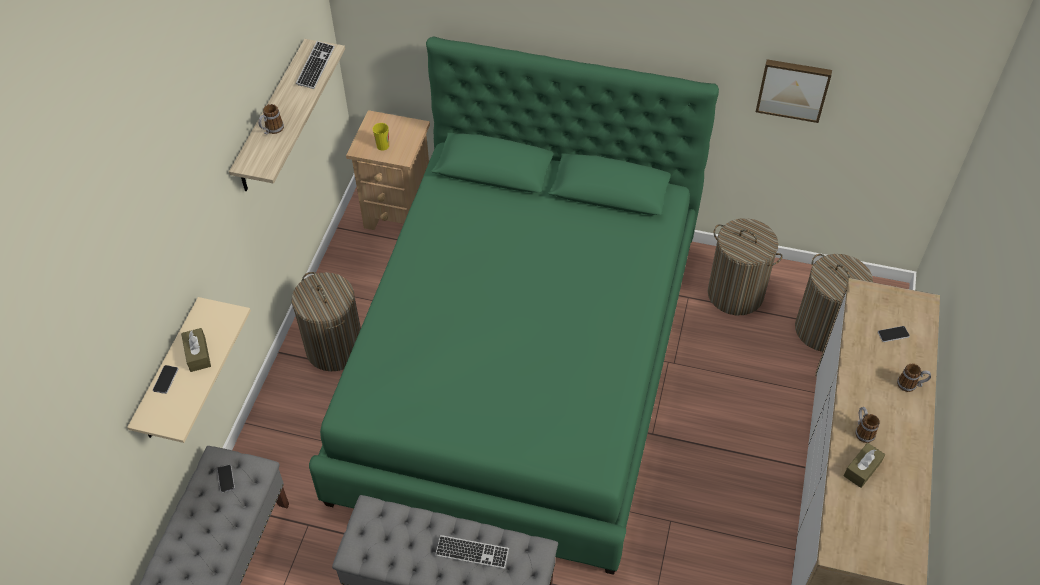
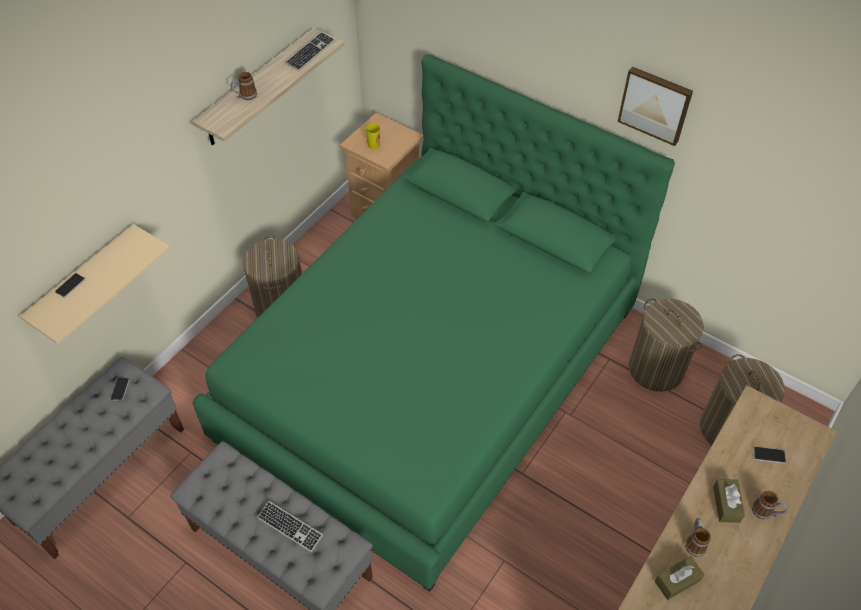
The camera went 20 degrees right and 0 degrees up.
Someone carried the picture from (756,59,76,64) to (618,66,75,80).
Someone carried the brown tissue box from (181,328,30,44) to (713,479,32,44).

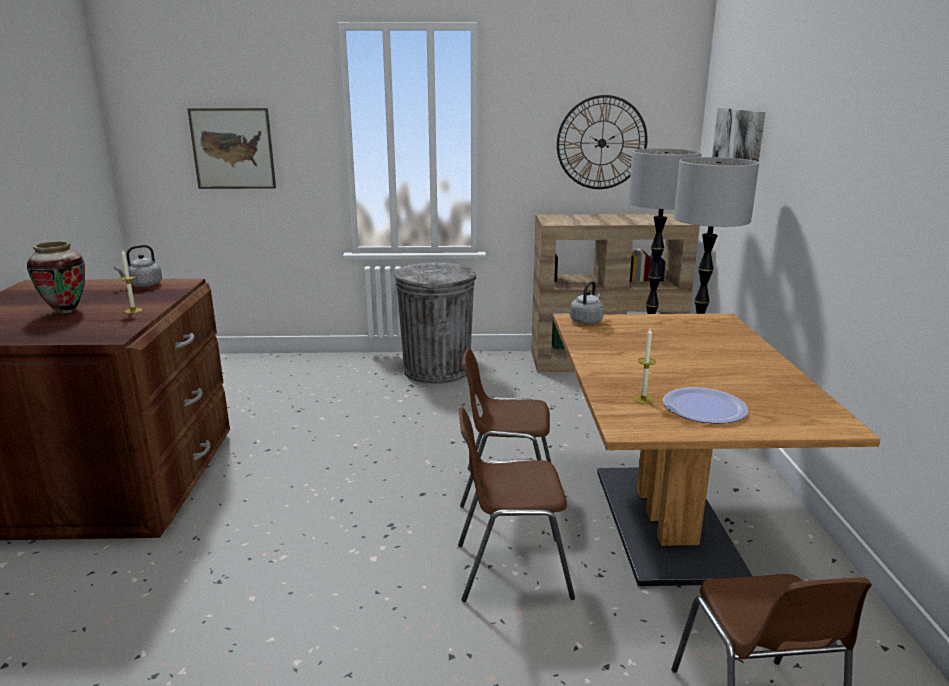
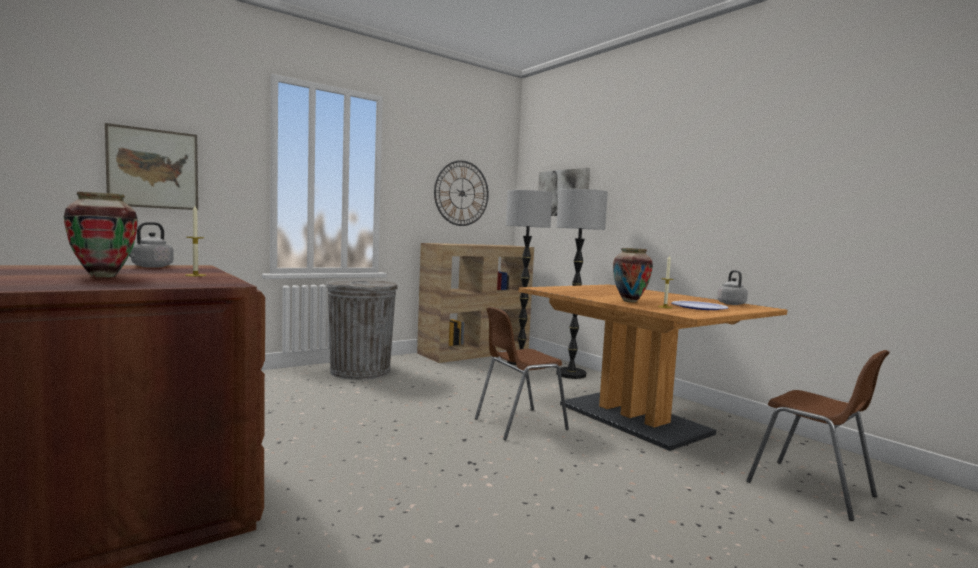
The camera went 35 degrees left and 15 degrees down.
Someone carried the grey kettle from (570,281,34,43) to (717,270,31,35).
Someone took away the brown chair at (458,407,117,195).
Someone put down the vase at (613,248,40,54).

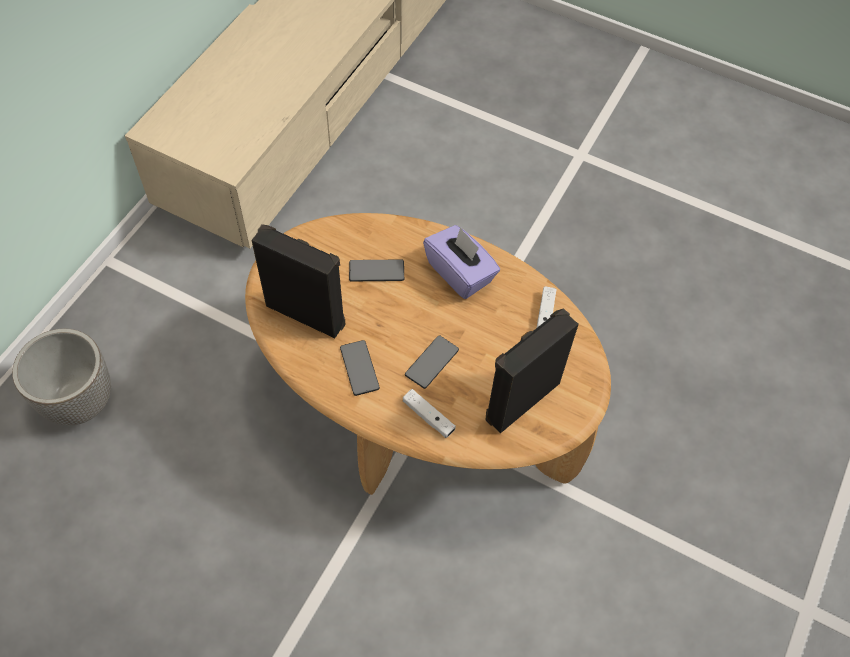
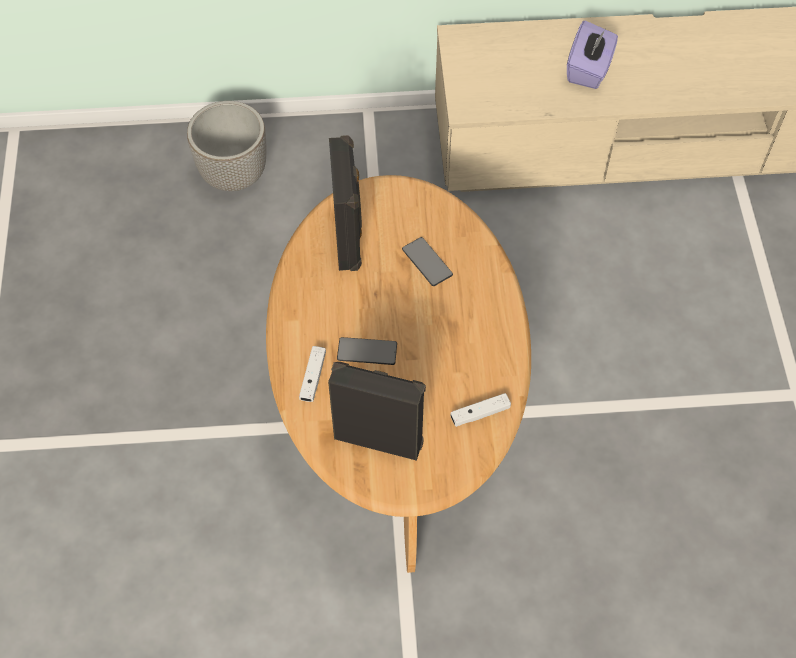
The camera went 60 degrees right and 0 degrees up.
Someone carried the purple tissue box from (423,225,77,74) to (567,21,51,68).
Someone took away the phone at (340,340,40,56).

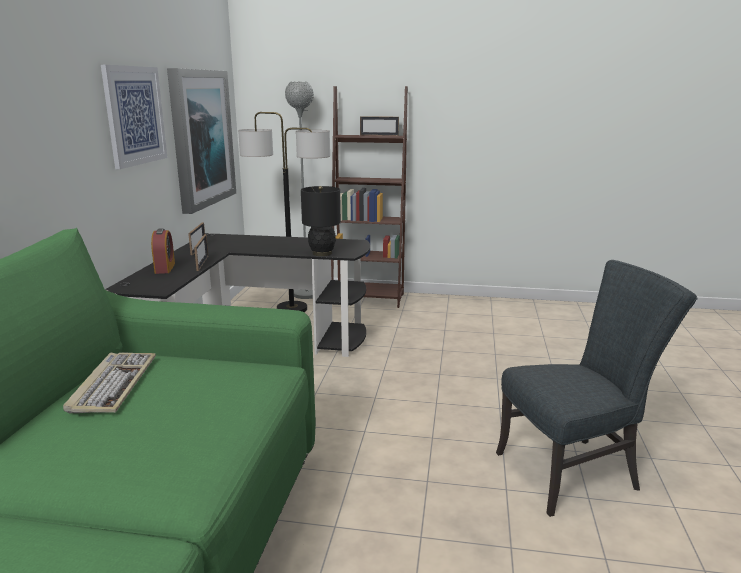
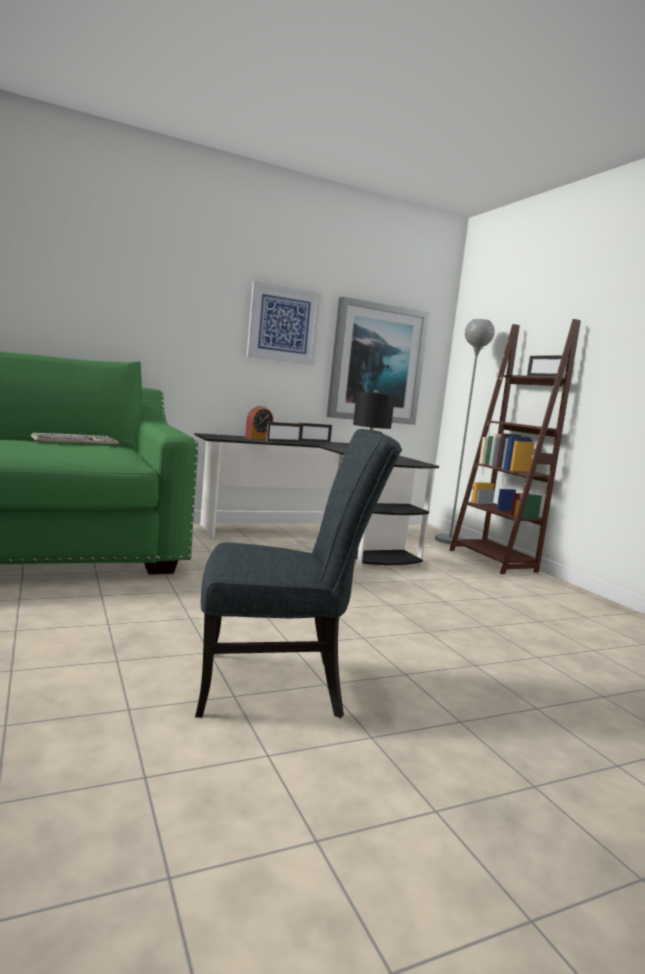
The camera went 55 degrees right and 10 degrees down.
Someone took away the floor lamp at (238,112,92,200).
Someone rotated the grey chair at (496,260,202,257) by 45 degrees counterclockwise.

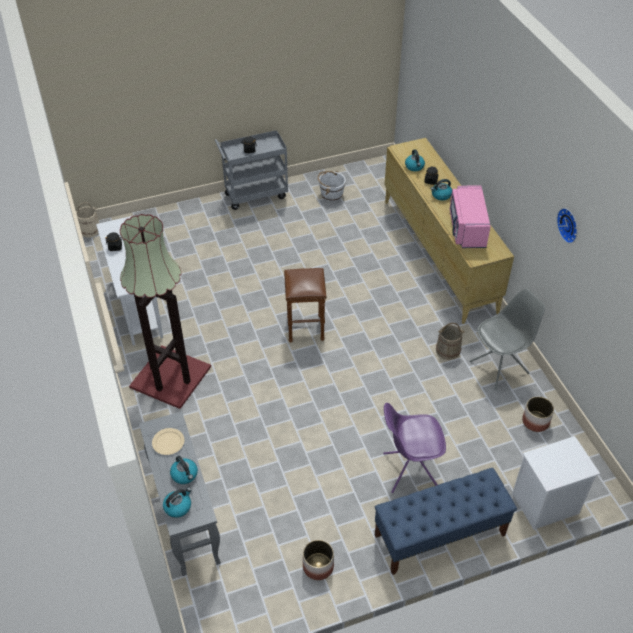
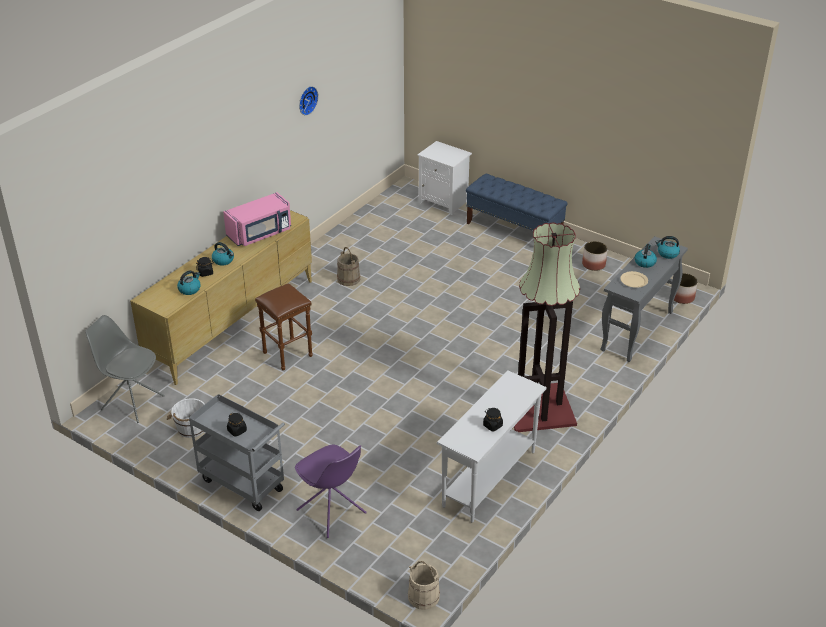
The camera went 125 degrees left and 10 degrees down.
Someone carried the brown stool from (284,268,42,75) to (255,283,58,87).
Someone carried the grey chair from (469,289,76,101) to (85,315,80,108).
Someone carried the planter from (522,396,32,36) to (674,273,24,31).
Someone carried the purple chair from (383,403,63,90) to (295,445,72,93).

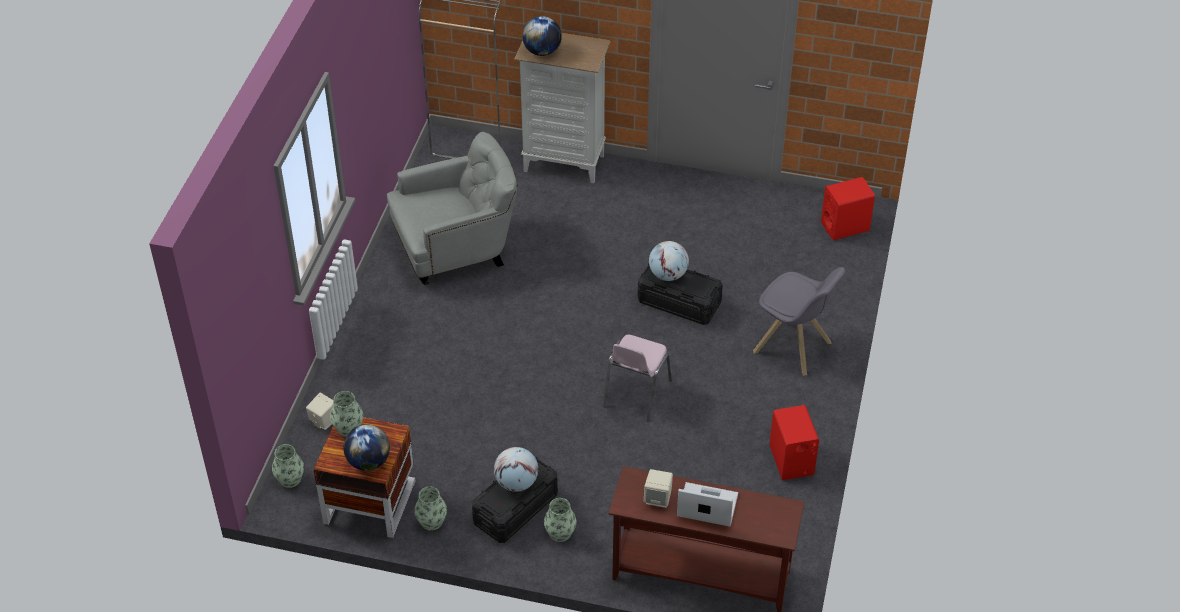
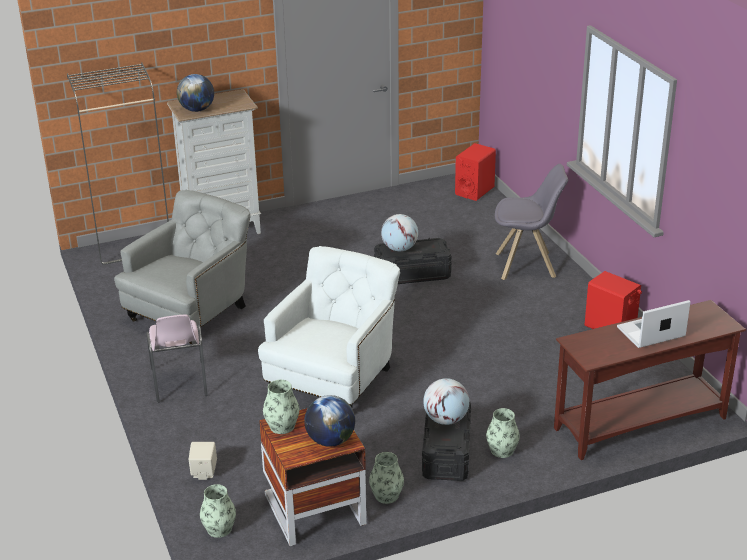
The camera went 35 degrees left and 15 degrees down.
Someone carried the pink chair from (603,335,69,86) to (146,314,62,89).
Someone took away the beige speaker at (644,469,29,39).
Someone put down the white armchair at (258,246,142,161).

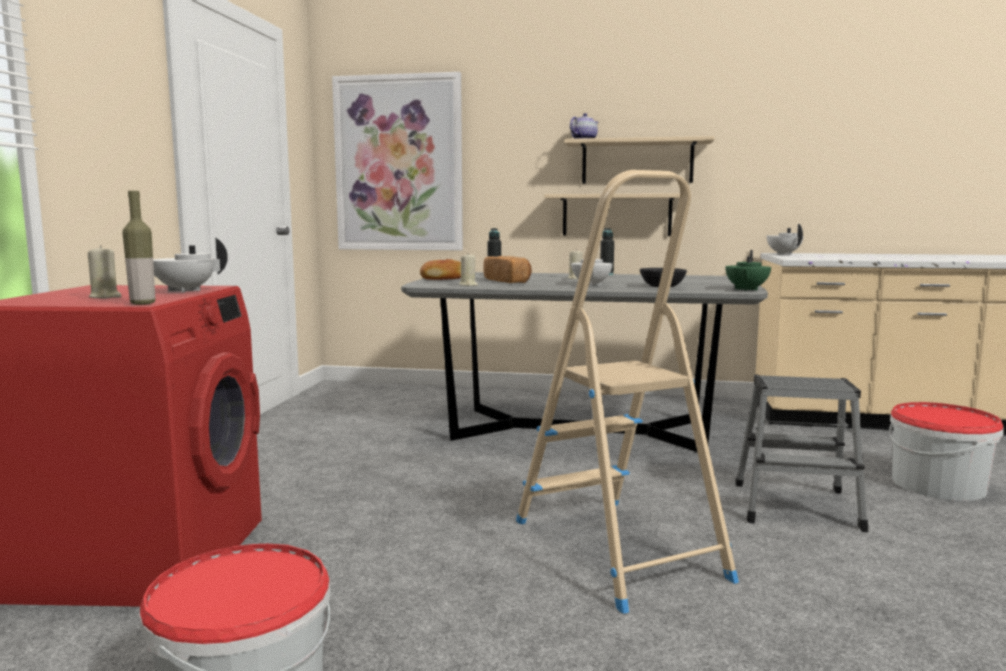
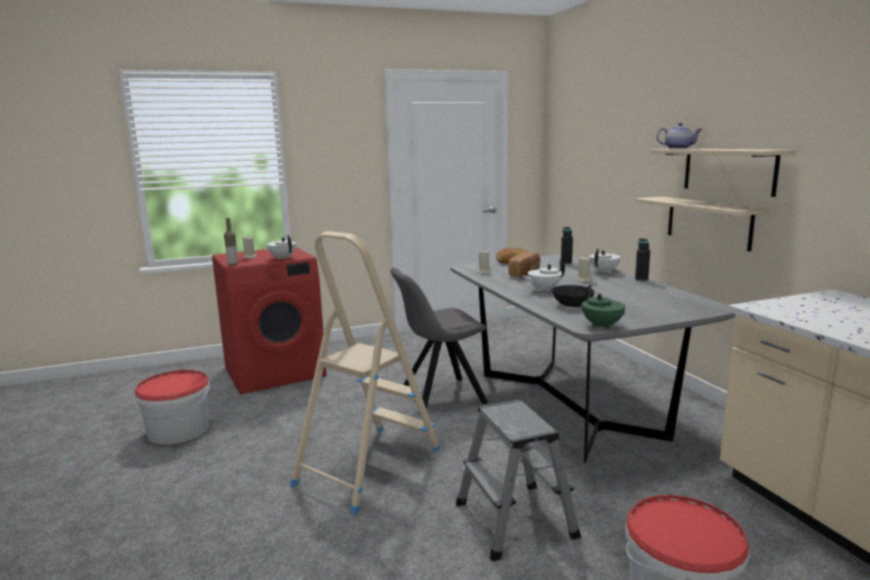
The camera went 60 degrees right and 5 degrees up.
Someone took away the picture at (332,72,131,178).
Someone carried the white teapot from (767,224,37,31) to (589,248,32,25).
Someone rotated the green teapot at (725,250,46,41) by 105 degrees counterclockwise.
Someone put down the grey chair at (390,267,98,148).

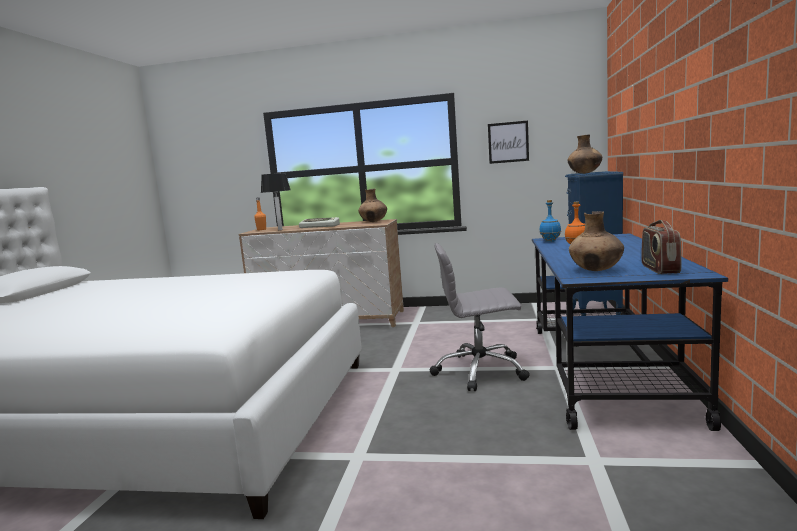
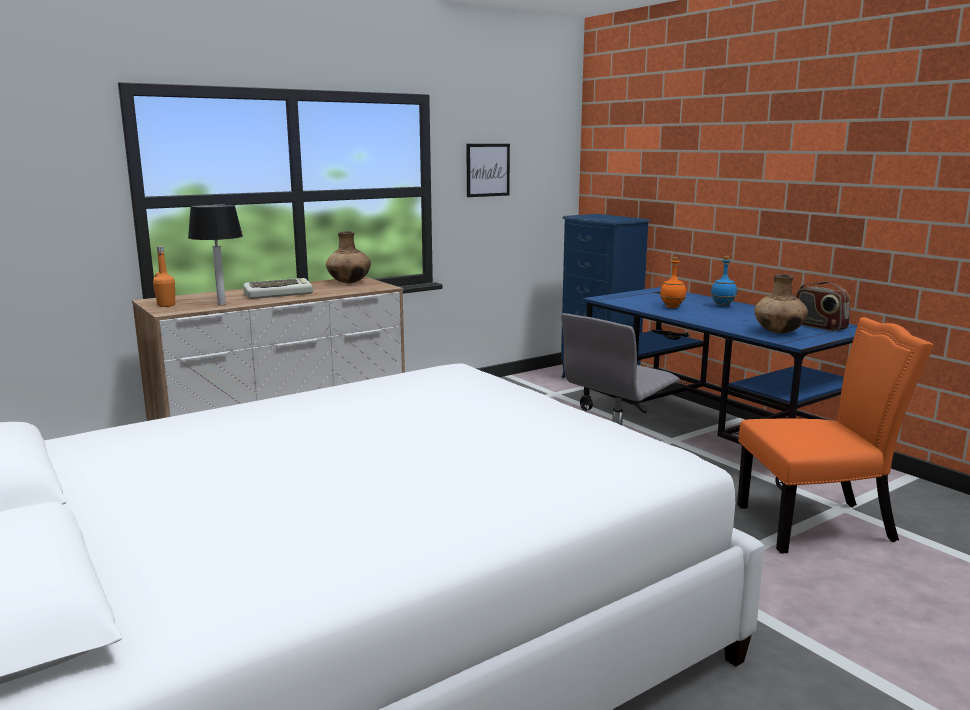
The camera went 45 degrees left and 5 degrees up.
Someone took away the brown vase at (568,135,34,39).
Someone carried the blue bottle from (540,200,21,42) to (711,256,26,51).
Someone put down the orange chair at (737,317,197,236).

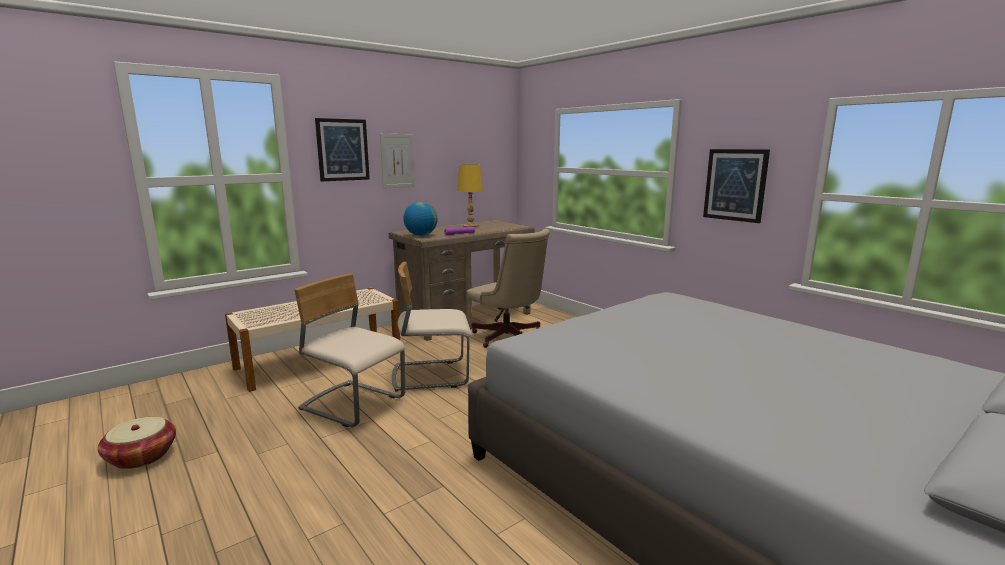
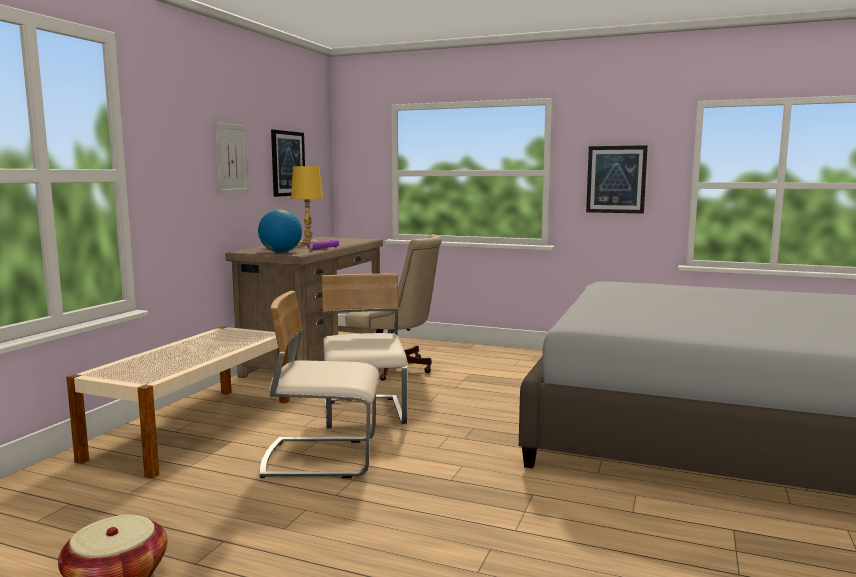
The camera went 30 degrees left and 5 degrees down.
Someone carried the picture from (315,118,55,63) to (271,130,34,67).
Someone rotated the beige chair at (392,262,80,130) by 120 degrees clockwise.

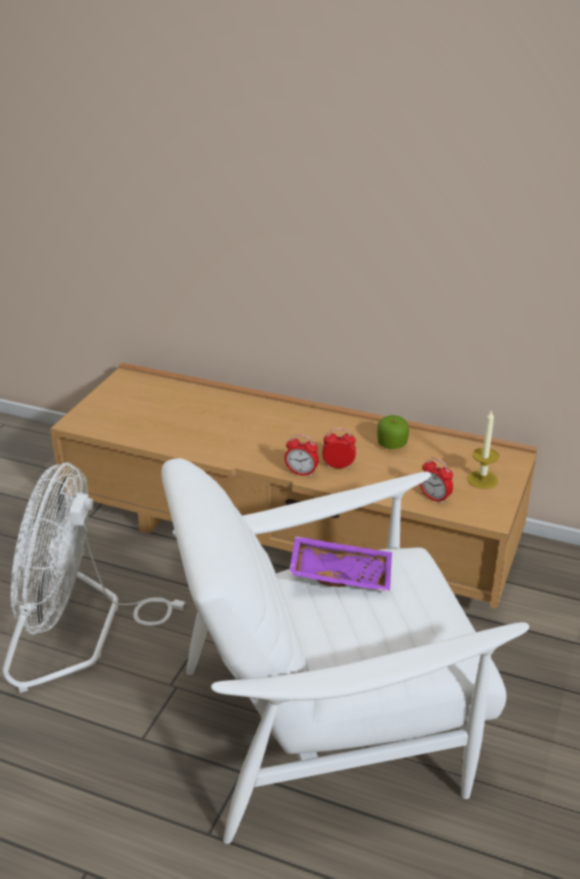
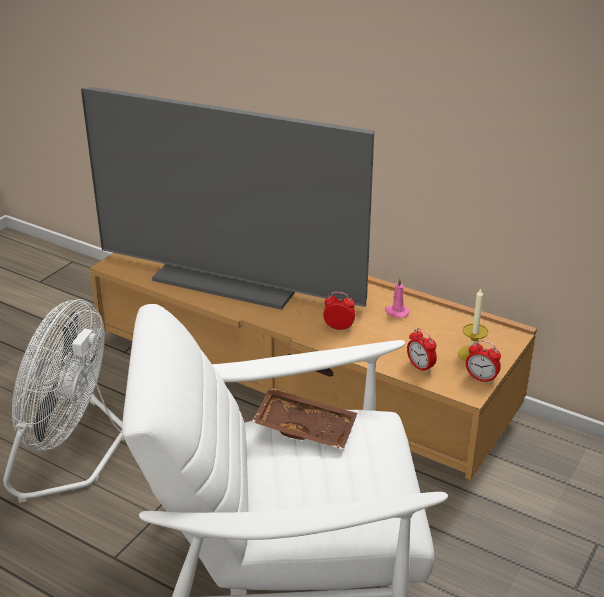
The camera went 10 degrees right and 0 degrees up.
Someone swapped the apple at (377,415,32,34) for the pink candle at (385,278,24,40).
Someone carried the alarm clock from (285,434,34,43) to (466,340,35,44).
Someone repainted the purple tray at (289,536,103,56), which became the brown tray at (252,388,105,62).
Someone put down the television at (81,87,293,223).

